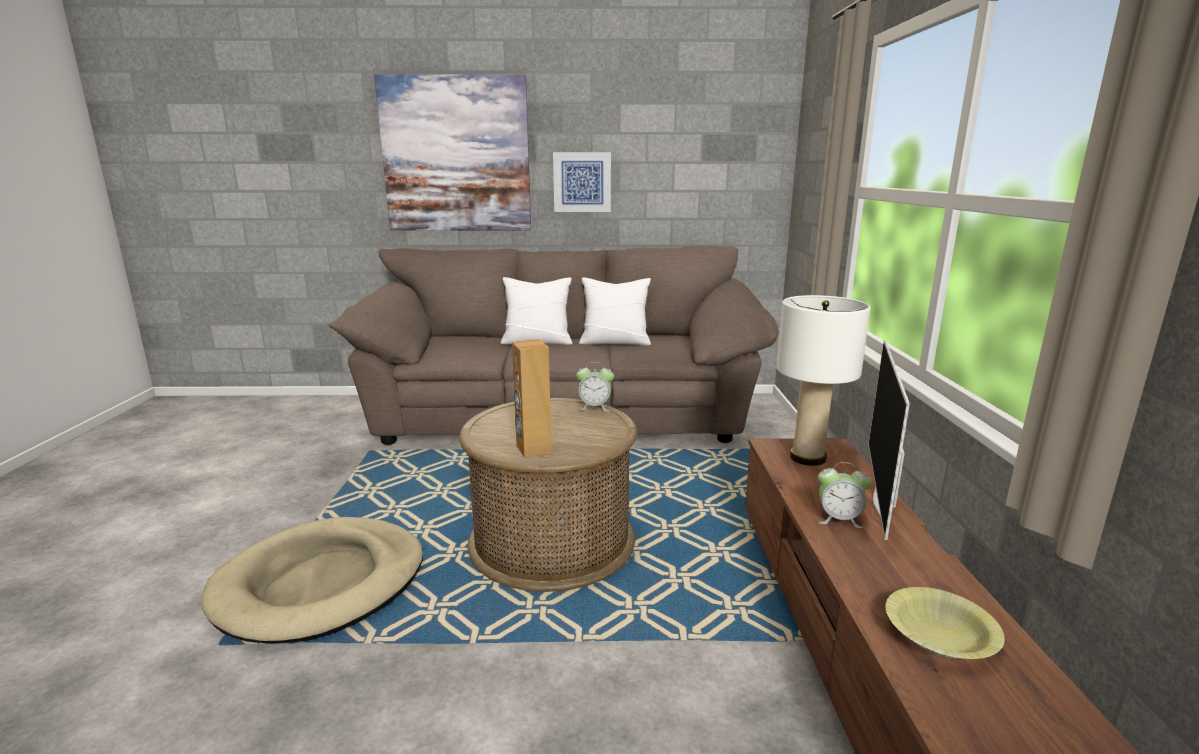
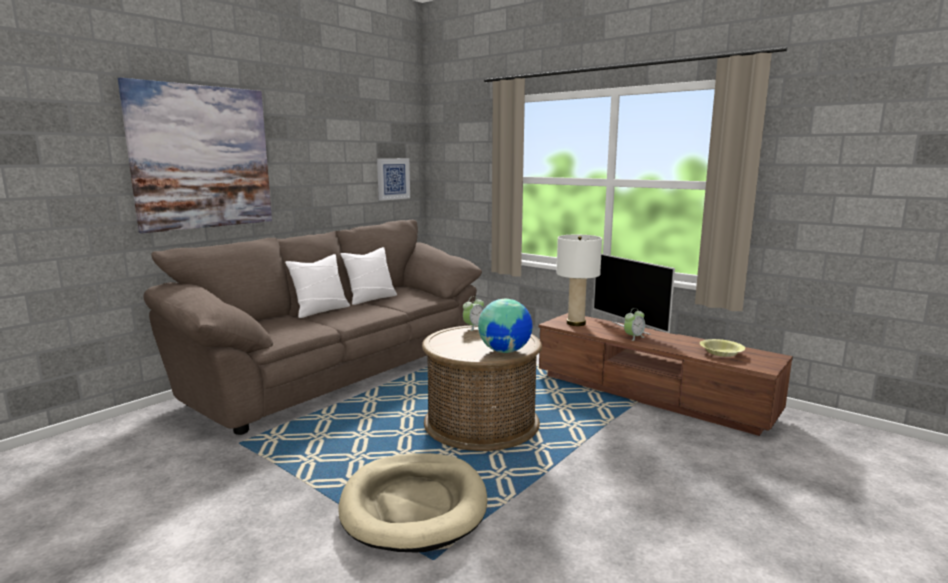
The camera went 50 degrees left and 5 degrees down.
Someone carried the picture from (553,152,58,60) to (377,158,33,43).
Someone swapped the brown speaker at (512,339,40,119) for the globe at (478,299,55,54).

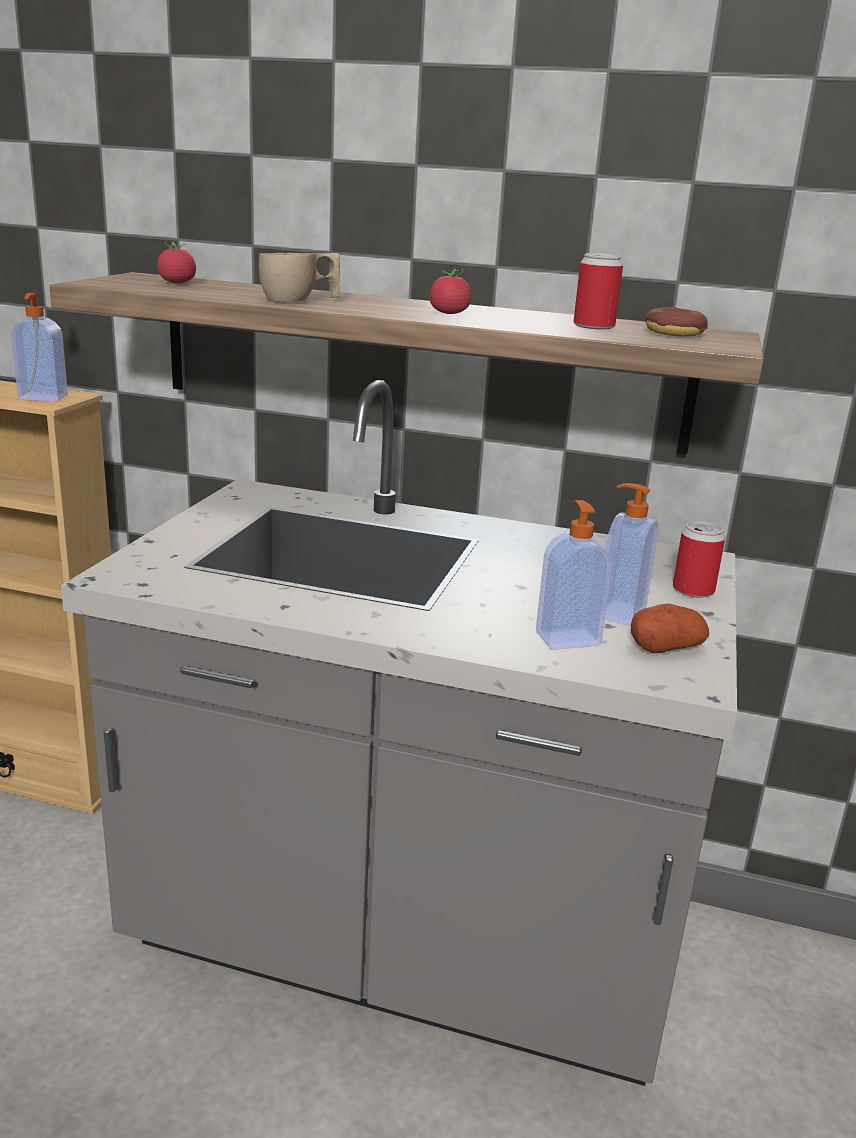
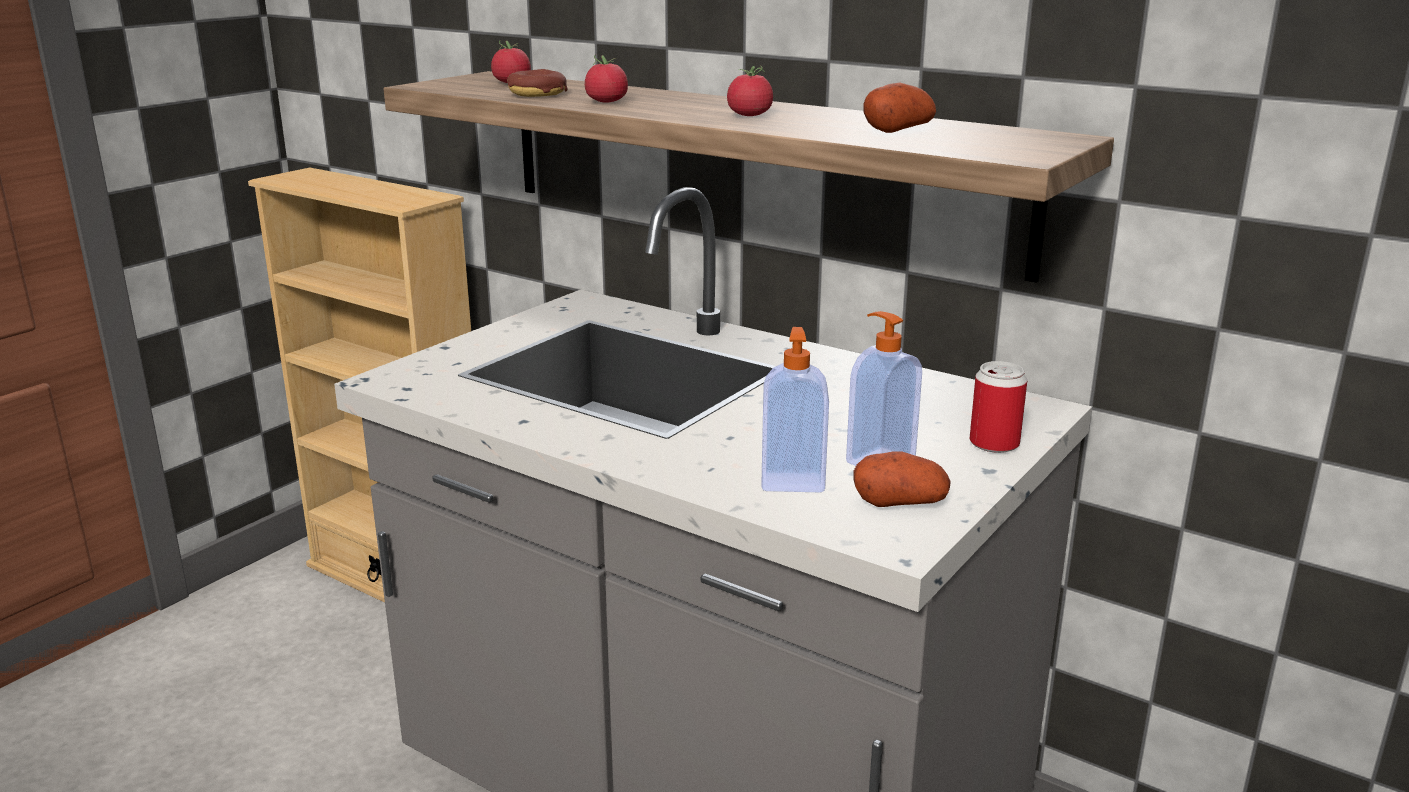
The camera went 20 degrees right and 0 degrees up.
Someone swapped the beige cup at (259,253,81,48) for the tomato at (585,54,43,49).
Someone swapped the can at (574,253,49,76) for the potato at (864,83,72,50).
Someone took away the soap dispenser at (11,293,57,109).
Someone carried the donut from (645,307,63,30) to (507,69,61,28).

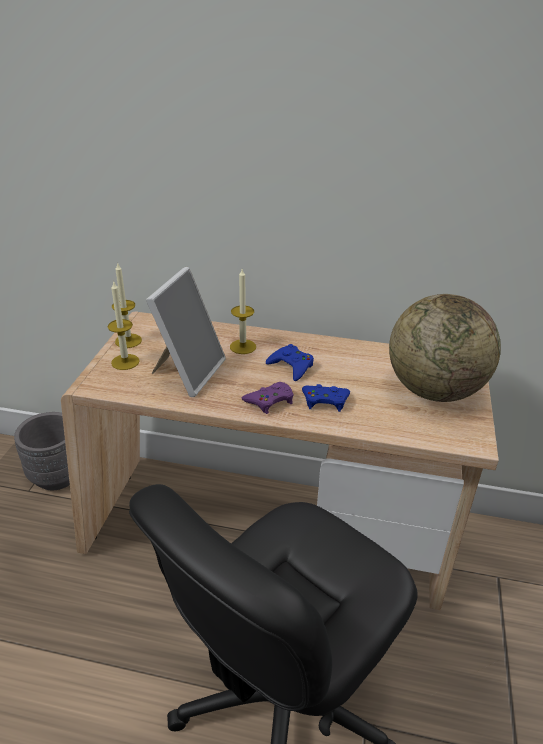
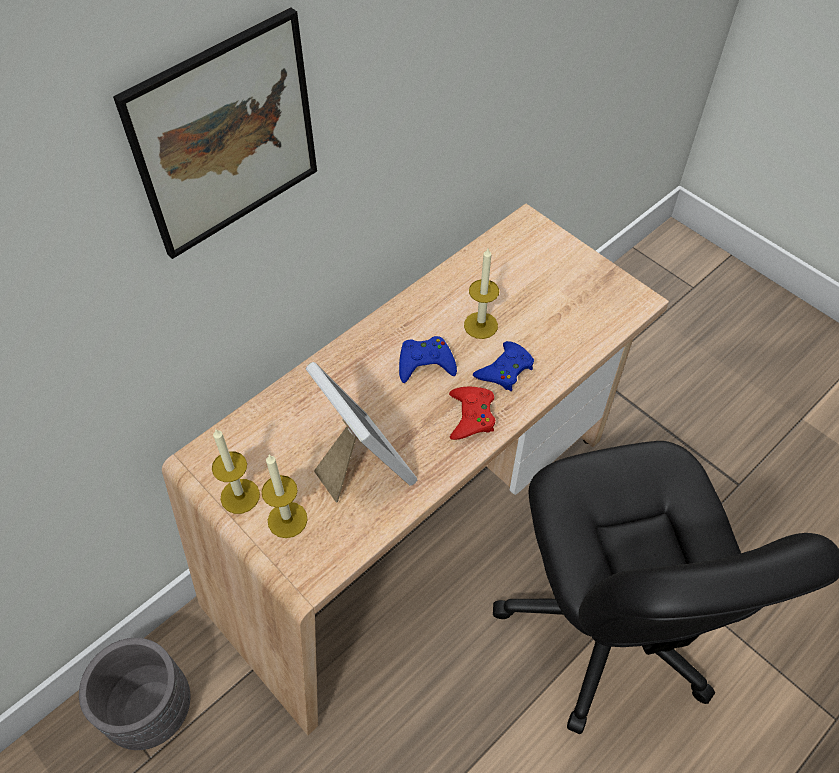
The camera went 55 degrees left and 20 degrees up.
Someone carried the candle from (230,269,26,85) to (464,248,35,91).
Someone took away the globe at (389,294,112,108).
Someone repainted the purple game controller at (241,382,53,32), which became the red game controller at (449,387,46,53).
Someone put up the picture at (113,7,204,252).

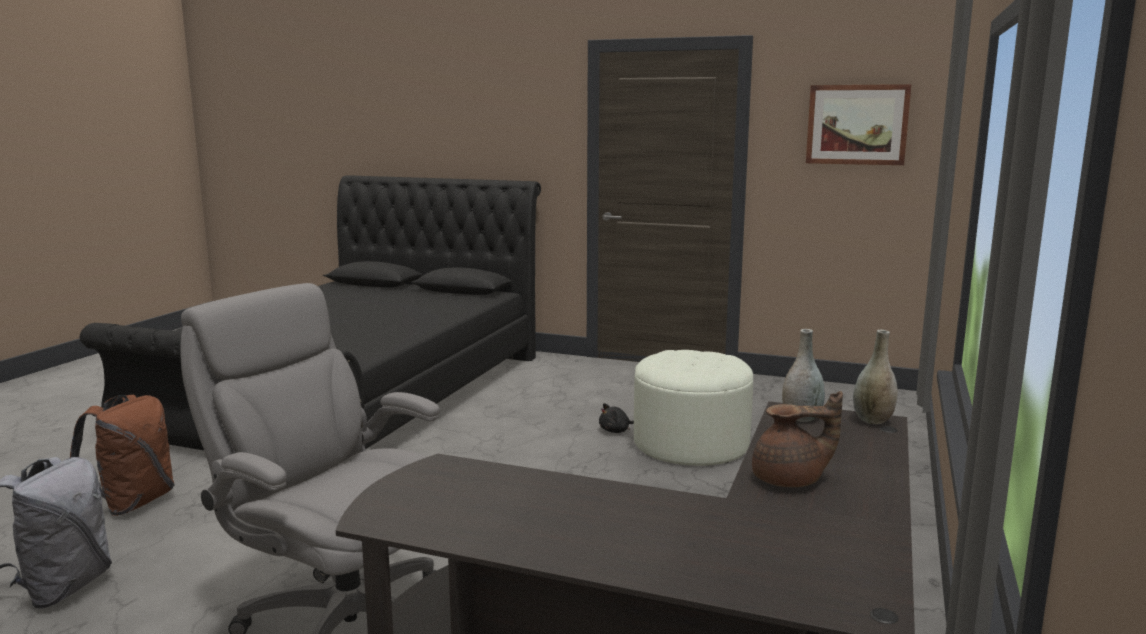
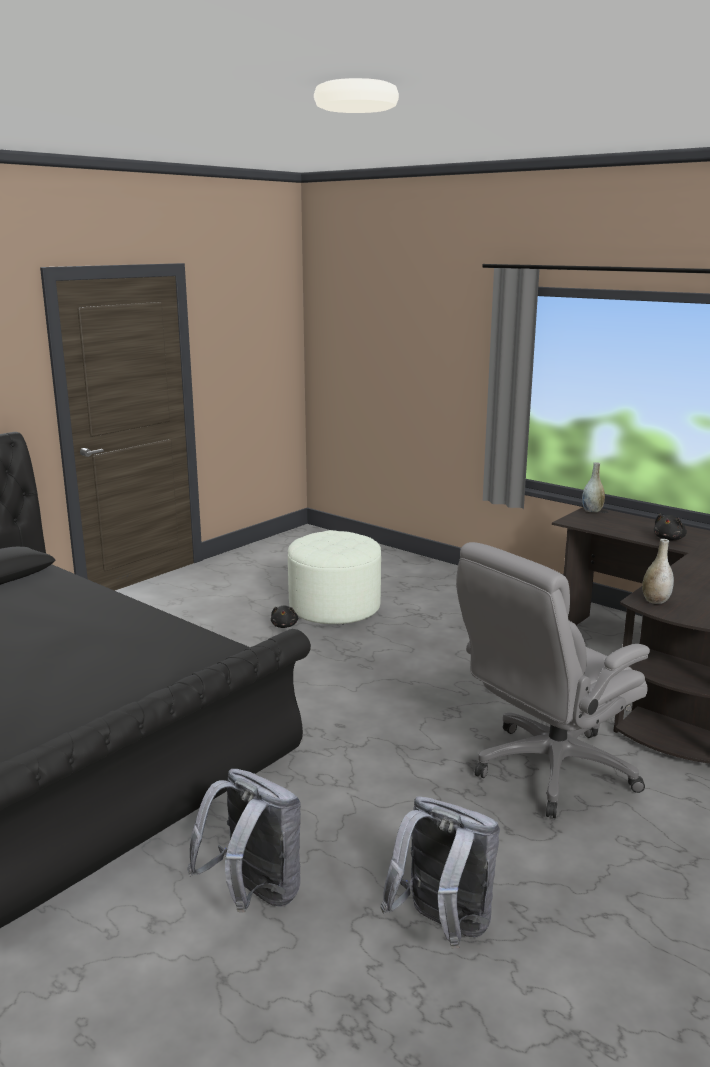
The camera went 70 degrees left and 5 degrees up.
Someone took away the picture at (806,84,105,81).
Someone carried the grey vase from (782,329,43,93) to (642,539,32,65).
Someone swapped the brown teapot at (752,391,91,96) for the black plush toy at (654,514,33,26).
Someone repainted the brown backpack at (70,395,104,121), which became the grey backpack at (187,769,114,144).

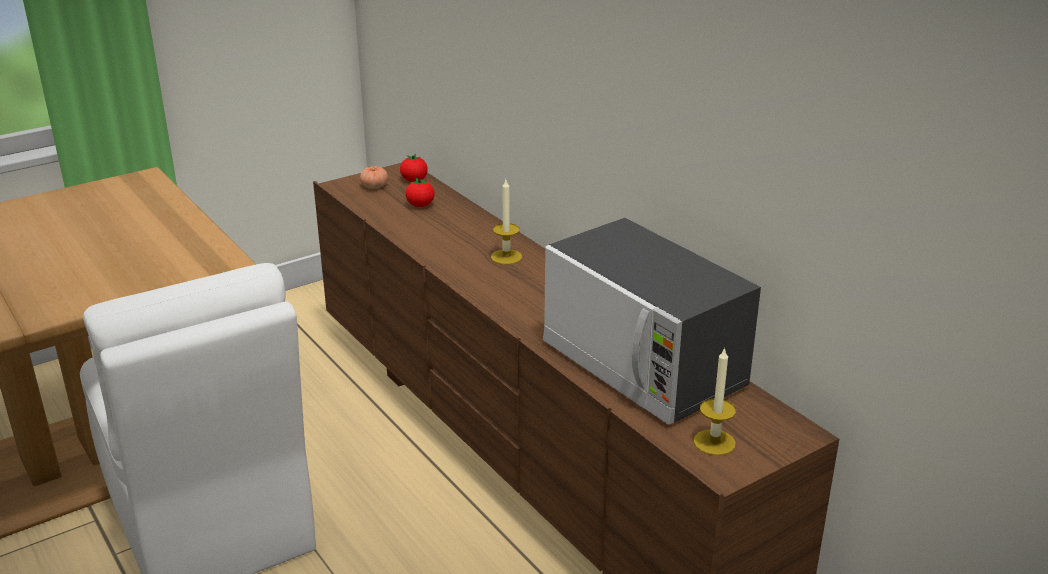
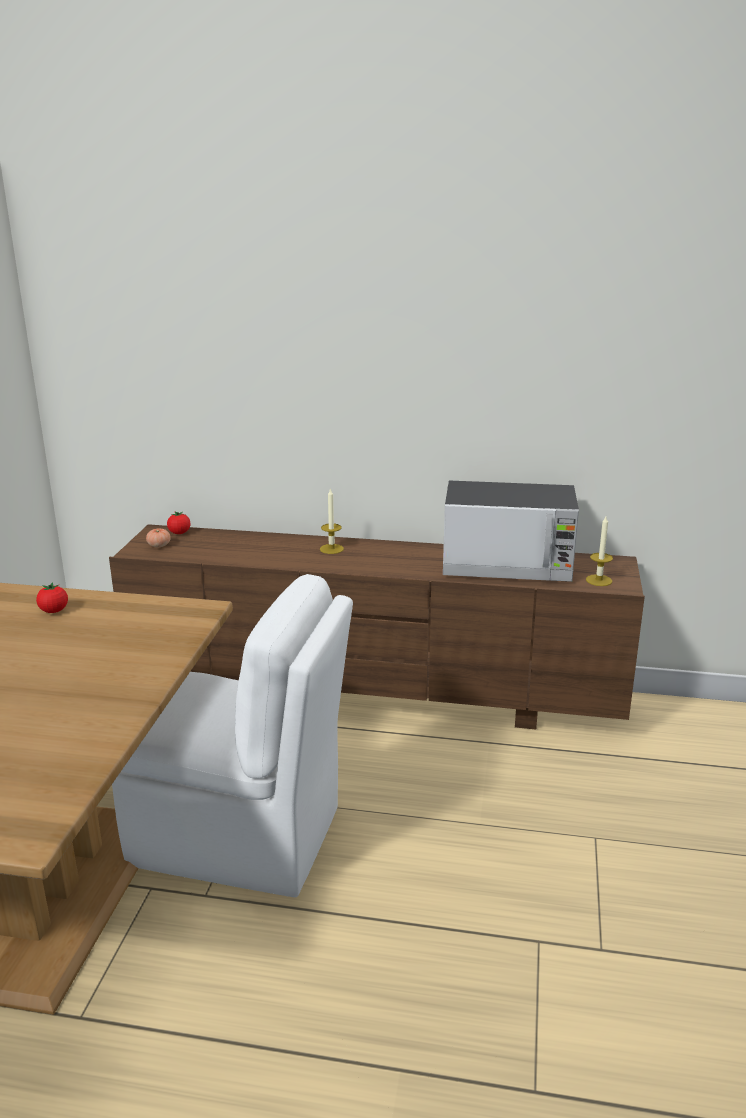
The camera went 45 degrees left and 5 degrees down.
Someone carried the tomato from (405,178,30,29) to (36,582,32,31).

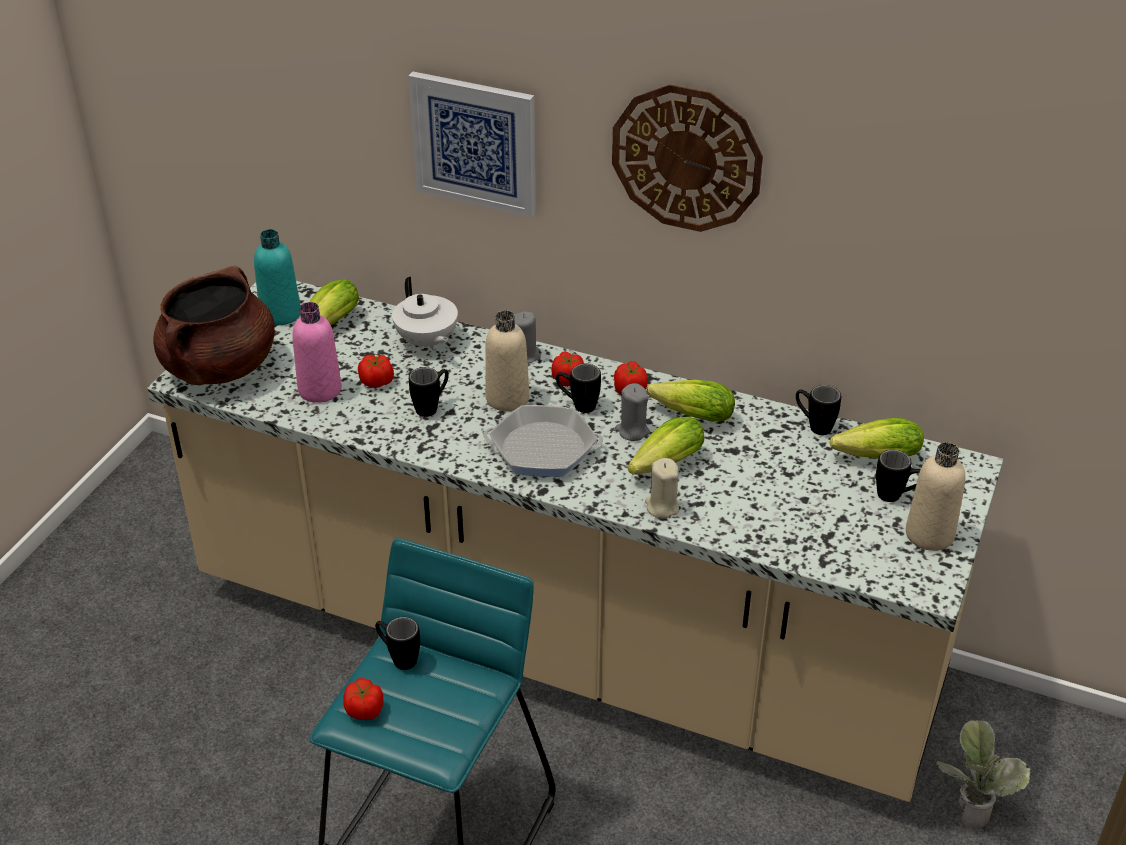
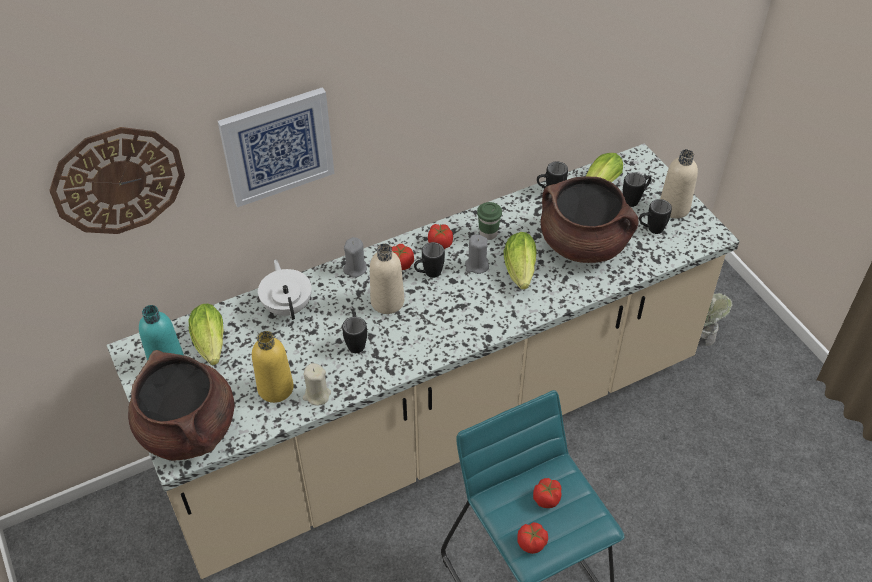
The camera went 50 degrees left and 10 degrees up.
Someone carried the wall clock from (612,85,151,147) to (49,127,136,107).
Someone rotated the white teapot at (392,277,66,74) by 120 degrees counterclockwise.
Someone repainted the pink bottle at (292,302,50,101), which became the yellow bottle at (252,331,42,72).
Someone carried the tomato from (358,355,36,33) to (533,478,29,30).
Someone swapped the lettuce at (647,380,88,42) for the green cup at (477,202,25,38).
Someone took away the frying pan at (483,405,121,72).
Someone carried the beige candle from (645,458,34,60) to (303,363,28,43).
Someone carried the black mug from (375,617,45,53) to (639,199,33,35).
Someone put down the brown cooking pot at (541,176,97,87).

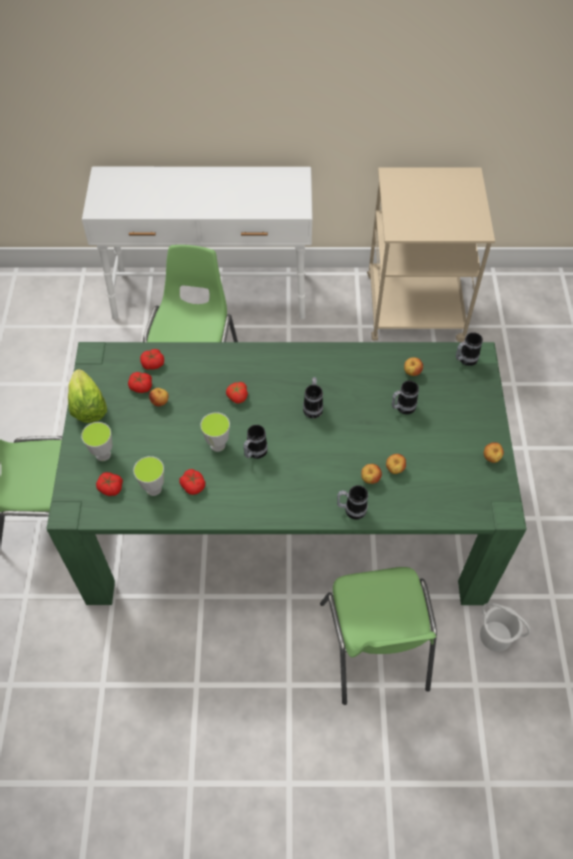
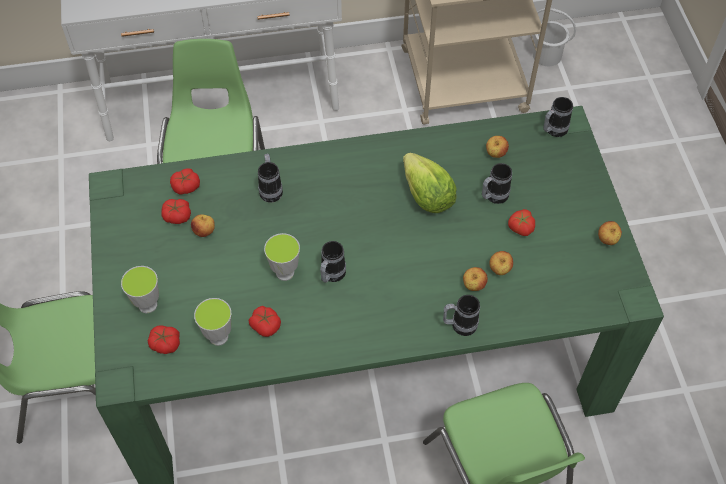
The camera went 10 degrees left and 0 degrees up.
Someone carried the lettuce from (68,369,39,54) to (403,153,54,60).
Someone carried the mug from (303,377,20,41) to (258,154,25,48).
Someone carried the tomato from (226,382,22,22) to (508,209,27,27).
Someone carried the white bucket from (480,603,50,49) to (533,8,43,58).

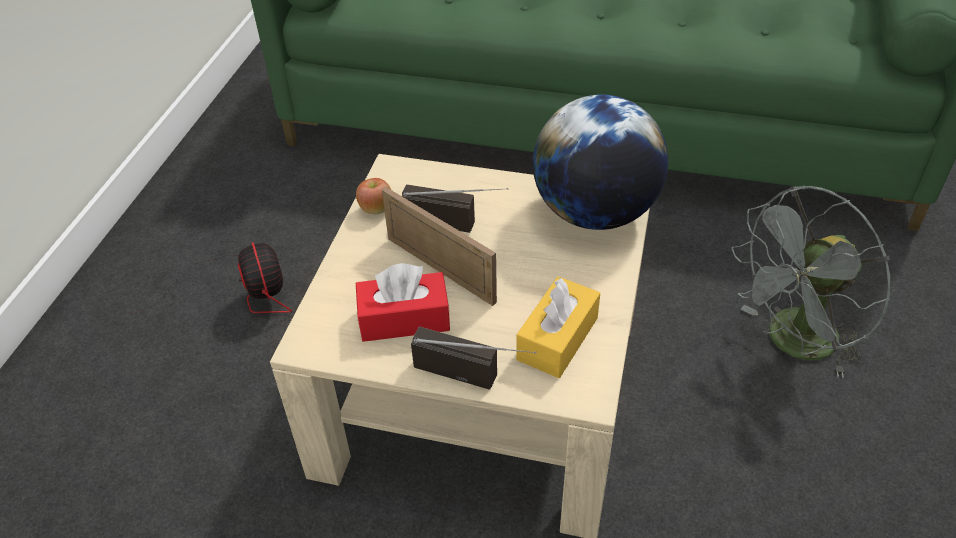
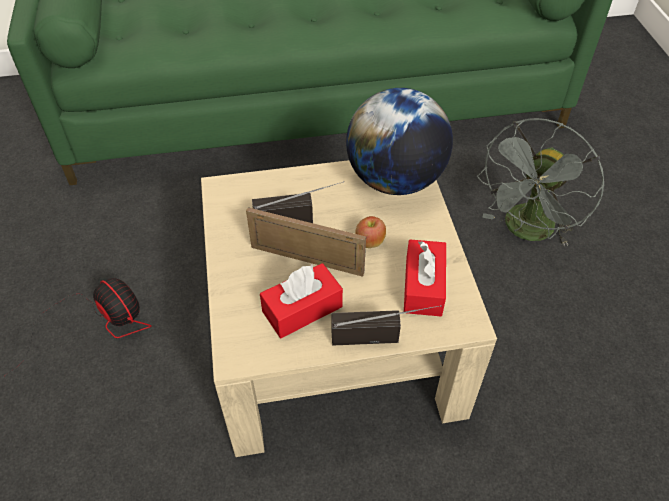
The camera went 25 degrees left and 5 degrees up.
Someone carried the apple from (356,178,35,36) to (356,216,30,32).
Someone repainted the yellow tissue box at (516,276,84,102), which became the red tissue box at (404,239,42,77).

